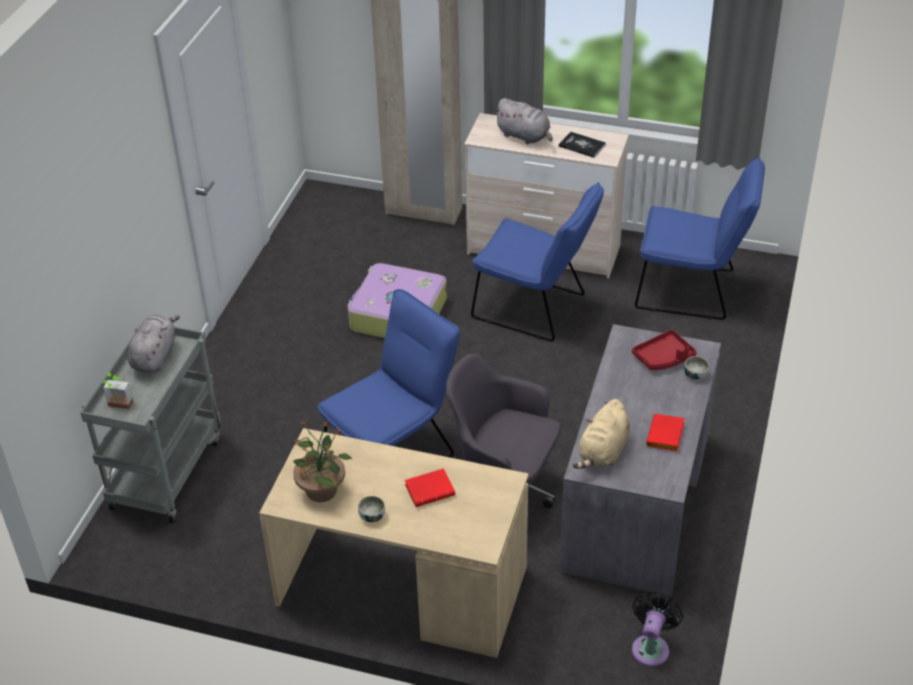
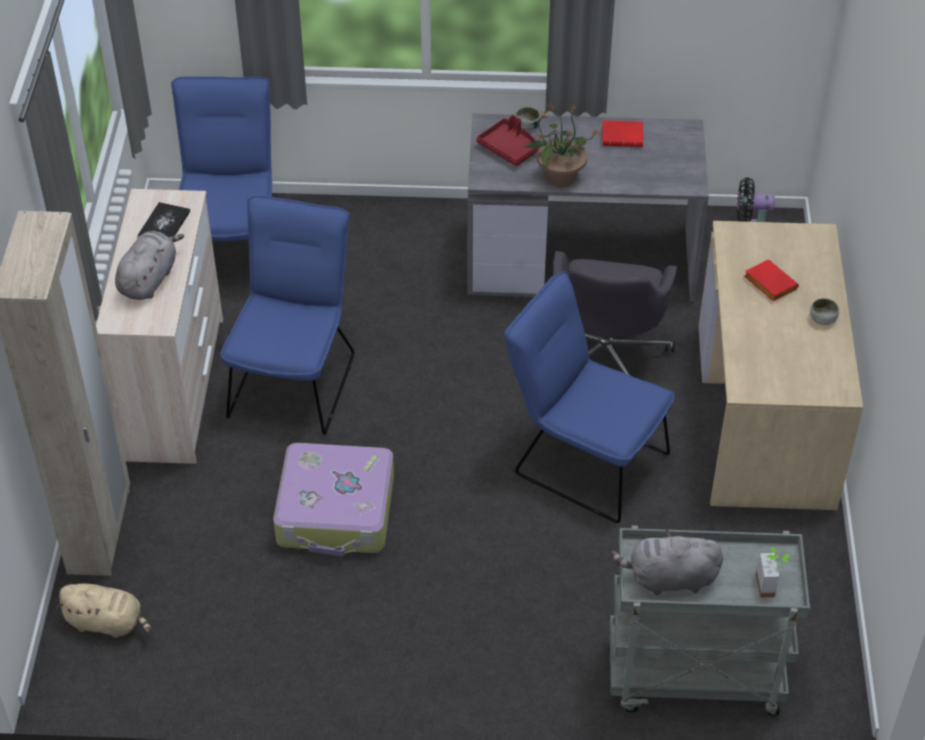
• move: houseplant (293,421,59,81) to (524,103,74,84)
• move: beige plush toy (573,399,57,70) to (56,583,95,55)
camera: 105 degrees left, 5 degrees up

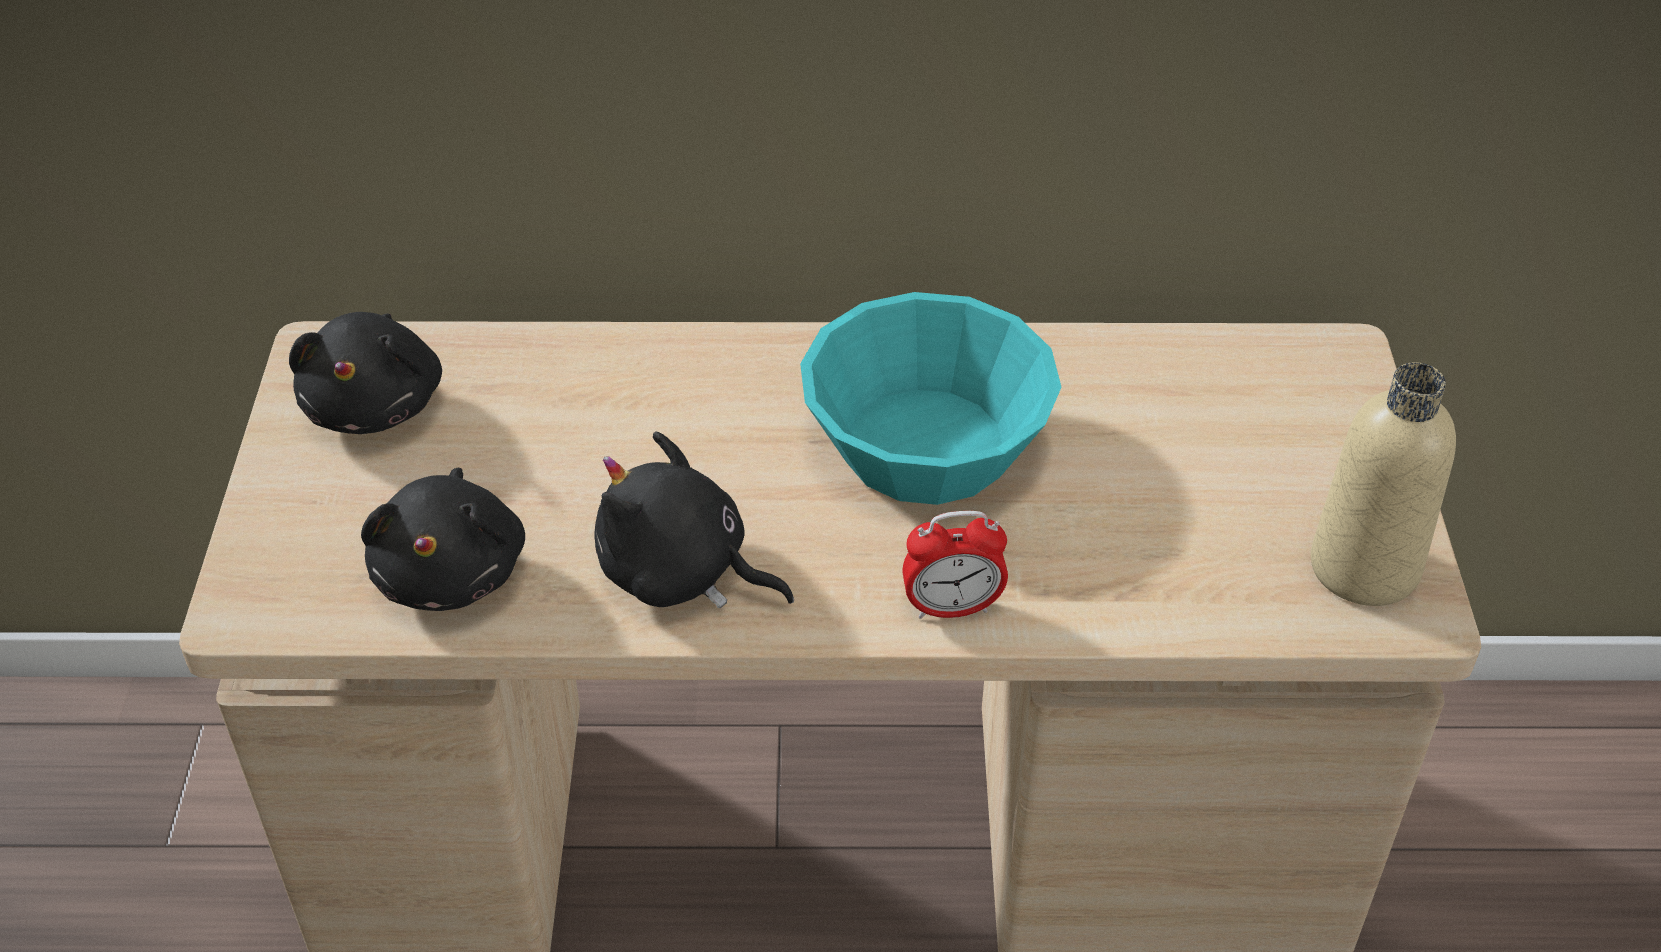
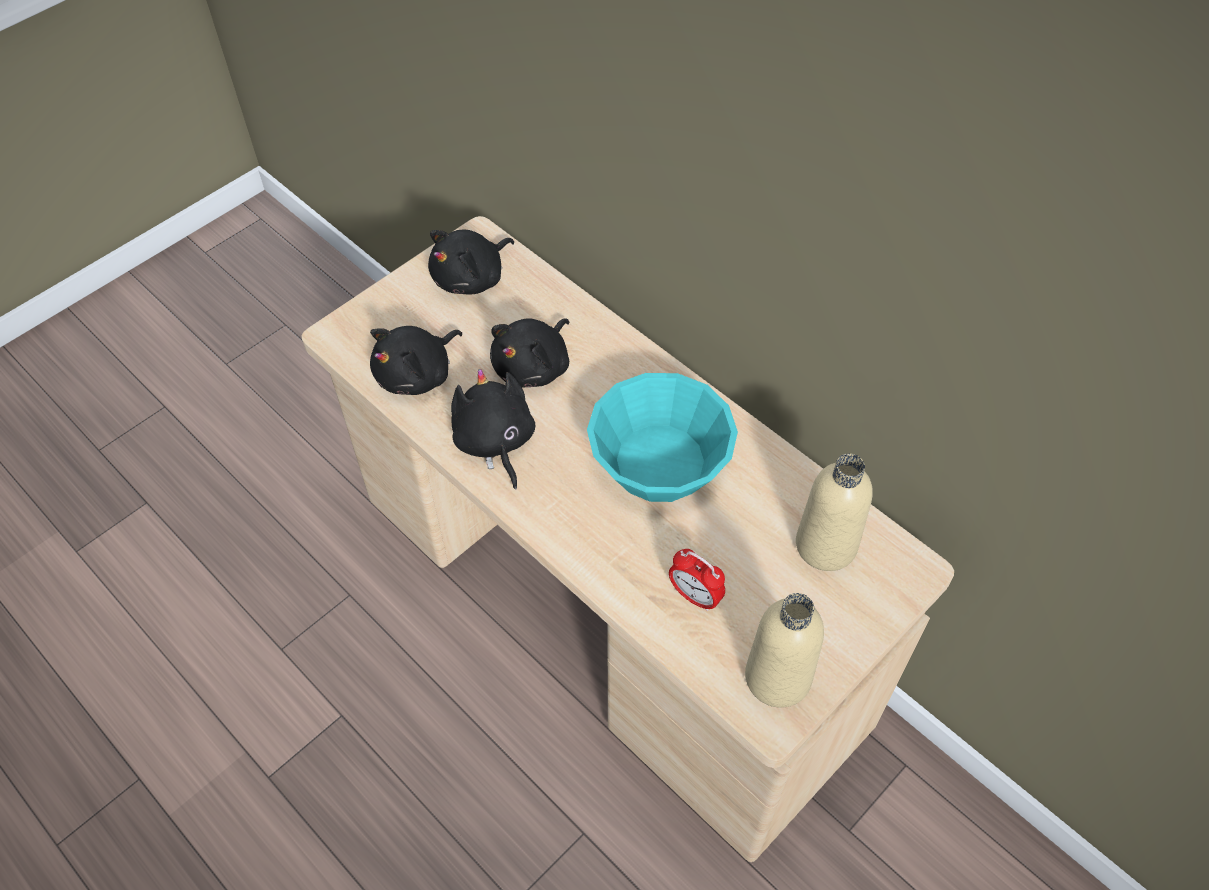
• move: bedside clock (902,511,106,108) to (669,549,56,62)
• insert: blackish plush toy (490,318,79,70)
• insert: beige beverage bottle (796,453,77,118)
camera: 45 degrees right, 10 degrees up

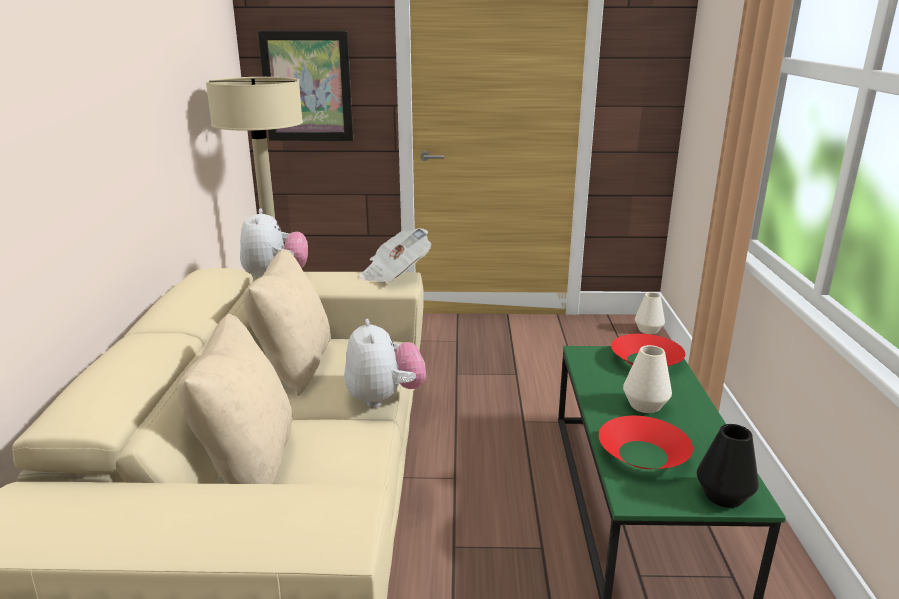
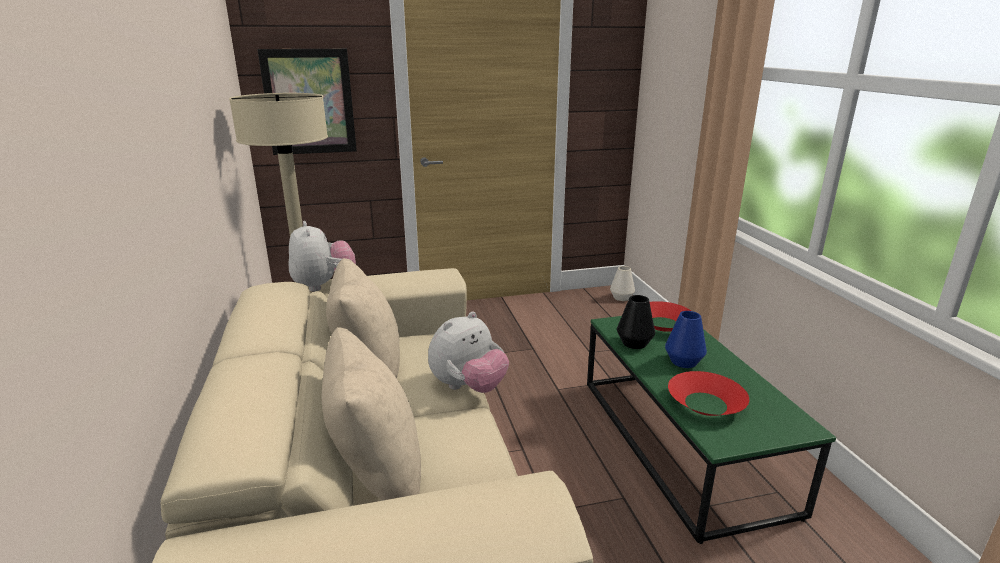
• rotate: plush toy (344,319,82,89) = (428,312,81,81) 75 degrees clockwise
• delete: daily paper (359,228,72,55)
• recolor: white-coloured decorative vase (623,345,49,68) to bluish decorative vase (665,311,42,57)
• move: blackish decorative vase (697,424,62,84) to (617,295,38,54)
camera: 15 degrees left, 0 degrees up

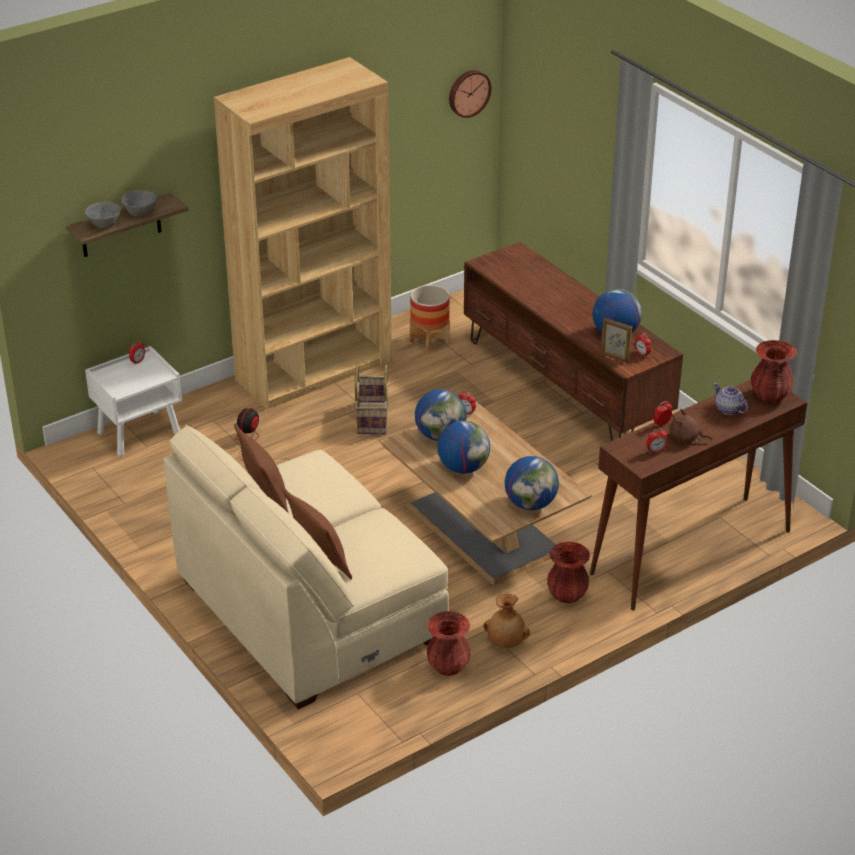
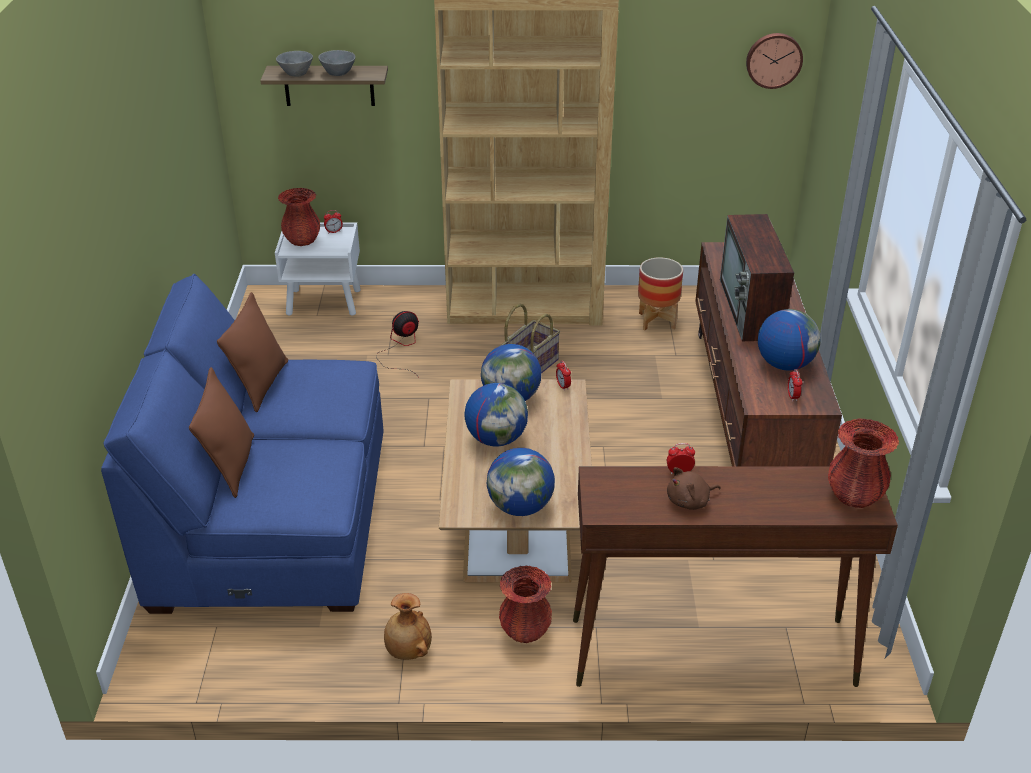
• recolor: beige settee (163,425,286,284) to bluish settee (101,274,283,340)
• move: reddish decorative vase (427,611,43,65) to (278,188,42,58)
• delete: standing frame (601,318,31,45)
• delete: bedside clock (646,428,21,26)
• rotate: brownish plush toy (670,409,42,34) = (667,467,54,43) 75 degrees counterclockwise
• delete: teapot (713,383,35,32)
• insert: television (720,214,74,127)
camera: 35 degrees right, 0 degrees up

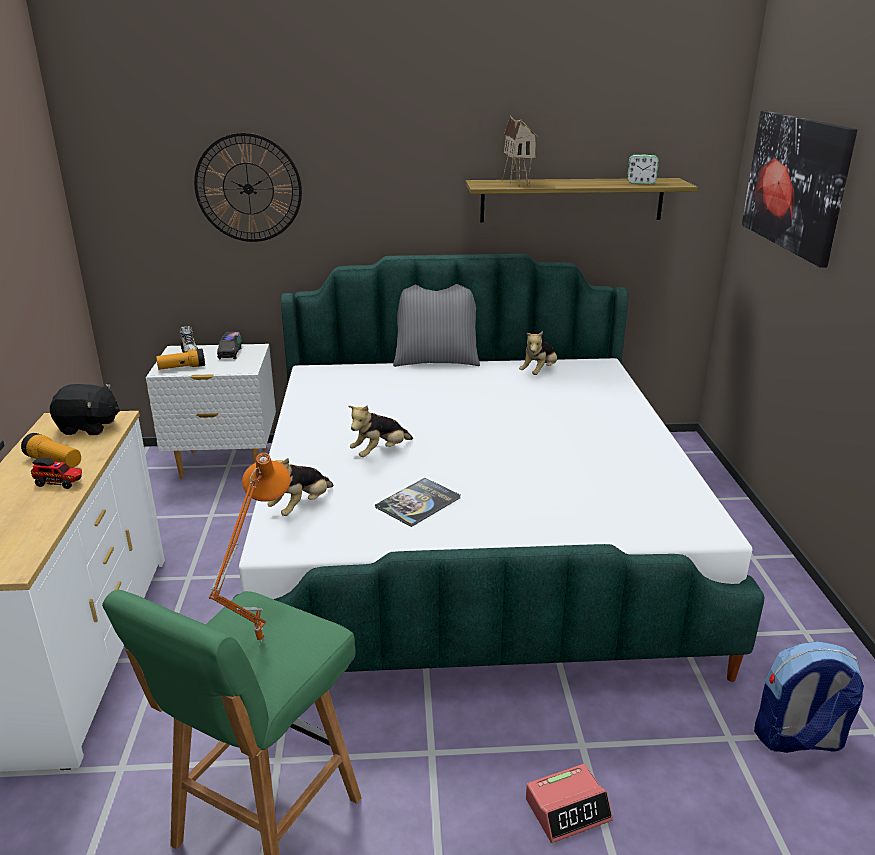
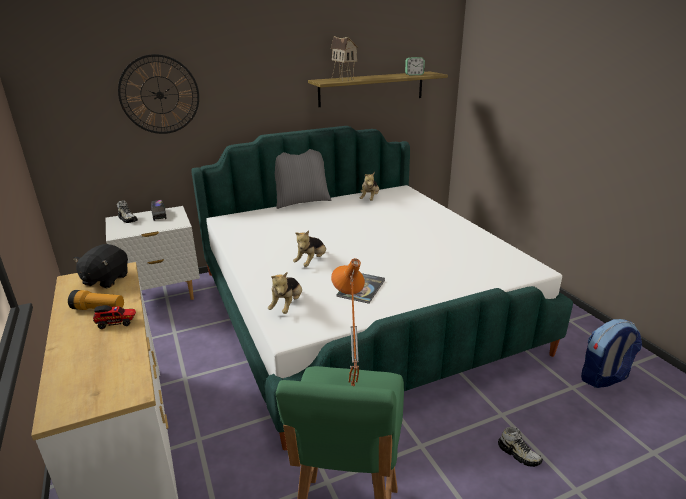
• rotate: blackish plush toy (50,383,70,52) = (73,244,55,44) 120 degrees clockwise
• delete: torch (156,349,49,21)
• replace: bedside clock (526,764,87,79) to low shoe (498,427,45,40)
• delete: picture (742,111,116,157)
camera: 20 degrees left, 0 degrees up

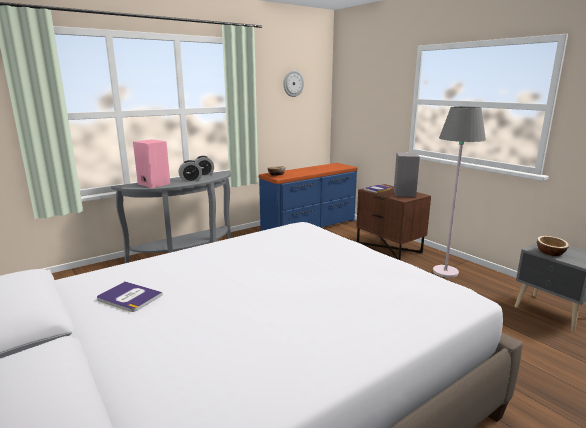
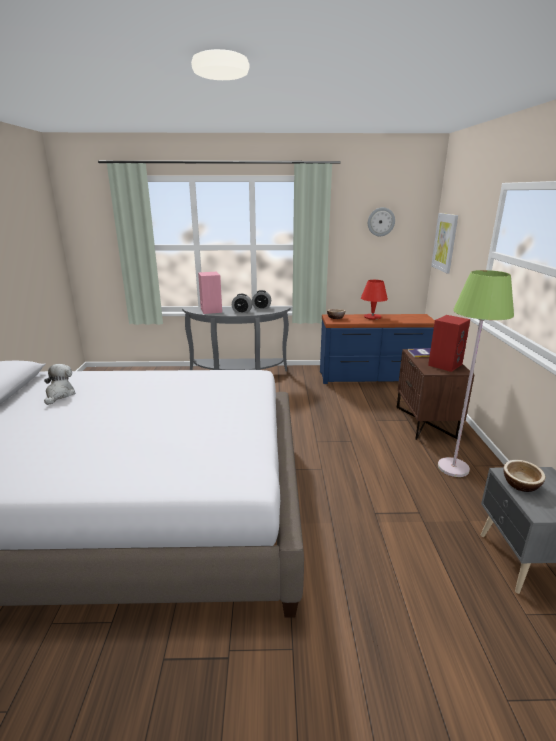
• replace: book (97,281,66,31) to plush toy (44,364,31,41)
• recolor: grey audio speaker (394,152,26,45) to reddish audio speaker (428,315,42,57)
• recolor: grey floor lamp (433,106,53,172) to greenish floor lamp (438,270,76,207)
• insert: reddish tabletop lamp (361,280,27,40)
• insert: picture (431,213,27,60)
camera: 35 degrees right, 5 degrees up

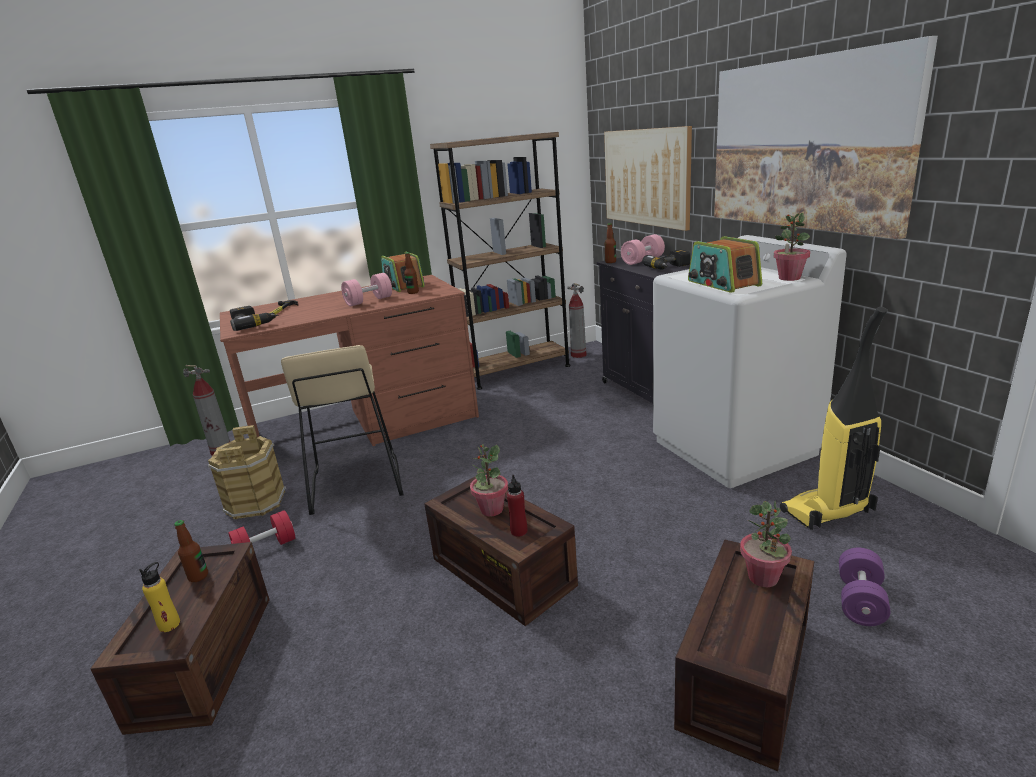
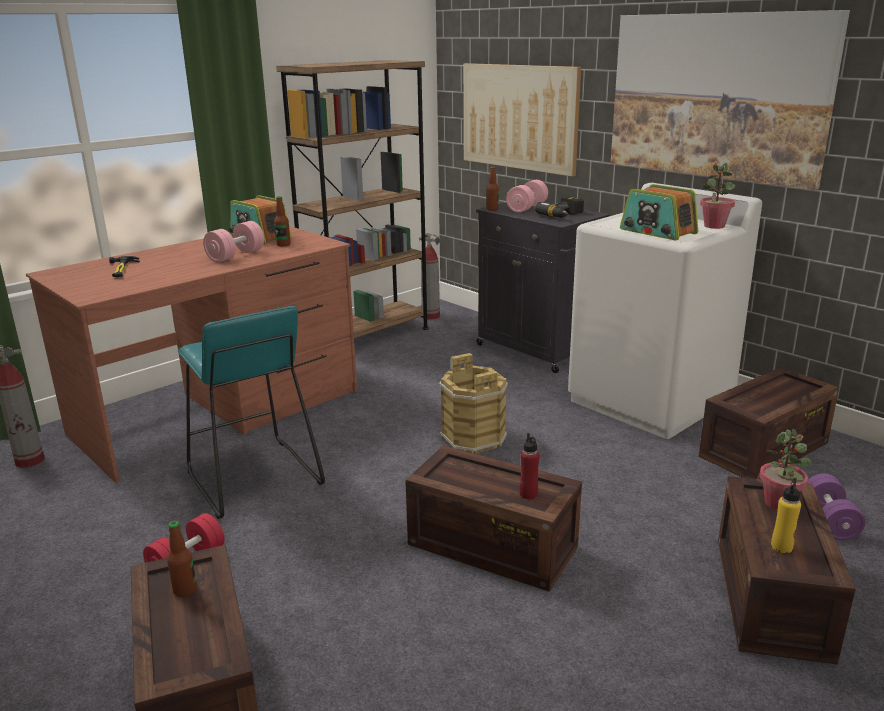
• move: yellow-coloured beverage bottle (139,562,41,70) to (771,478,30,75)
• move: brownish water bucket (208,425,78,94) to (439,353,69,101)
• delete: power drill (230,306,48,25)
• recolor: beige stool (281,345,123,170) to turquoise stool (178,306,147,213)
• delete: houseplant (470,444,38,73)
• replace: hoover (780,307,108,223) to shipping crate (699,367,140,112)
camera: 20 degrees left, 0 degrees up

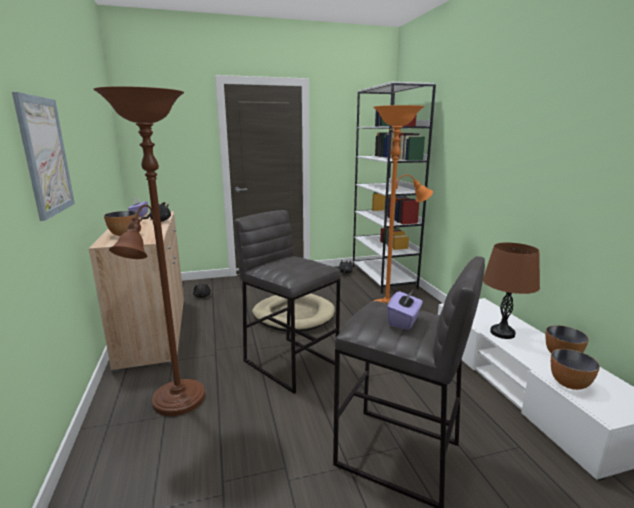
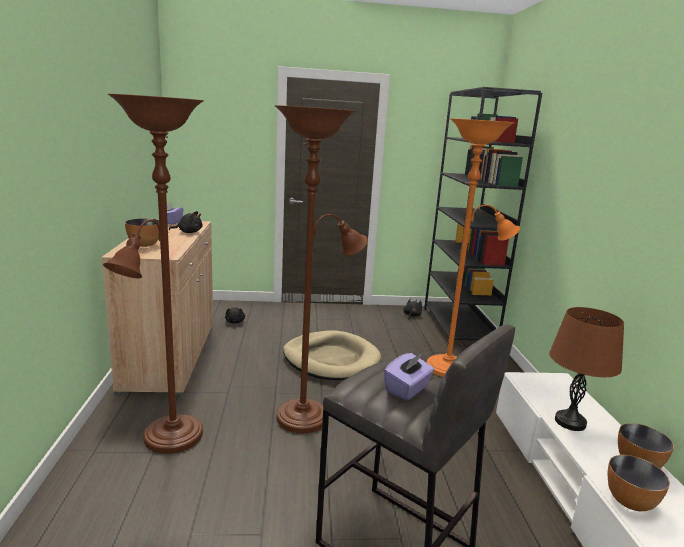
• delete: picture (12,92,63,129)
• replace: grey stool (234,210,107,184) to brownish floor lamp (275,105,93,328)
• recolor: white-coloured bookshelf (353,82,83,211) to blackish bookshelf (424,87,118,255)
camera: 10 degrees right, 0 degrees up

